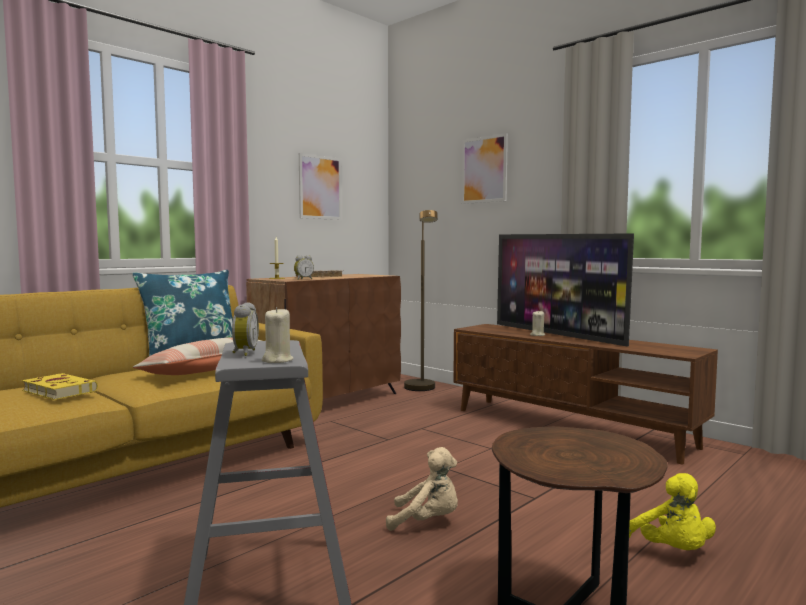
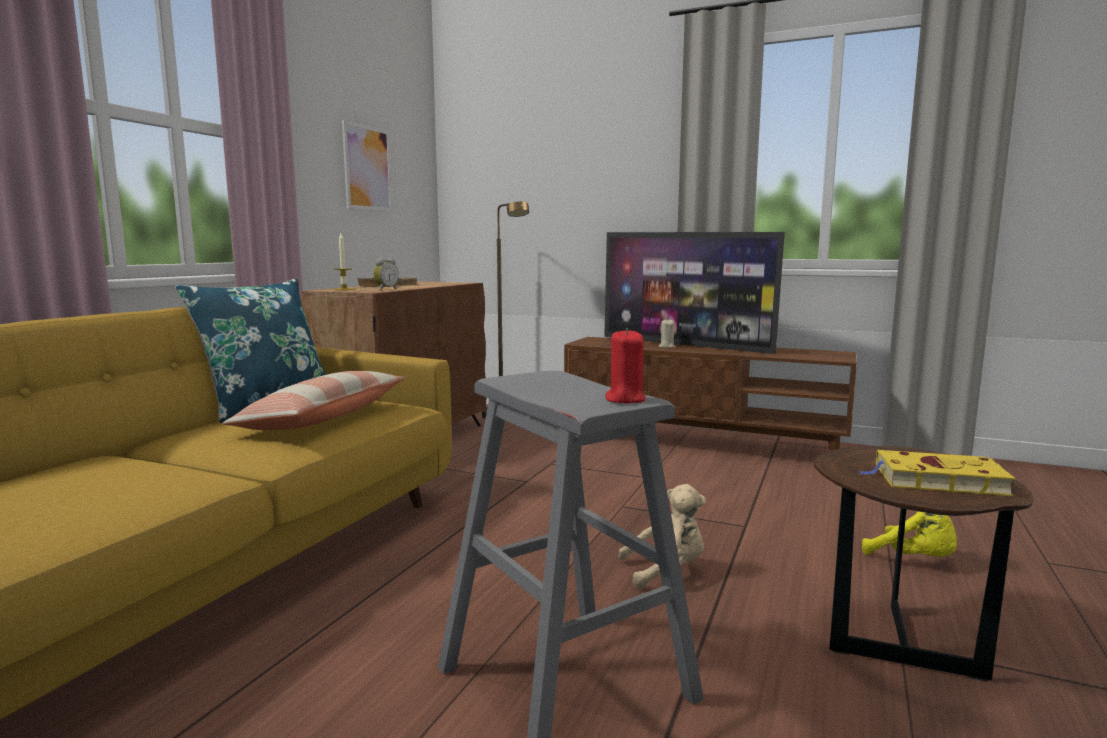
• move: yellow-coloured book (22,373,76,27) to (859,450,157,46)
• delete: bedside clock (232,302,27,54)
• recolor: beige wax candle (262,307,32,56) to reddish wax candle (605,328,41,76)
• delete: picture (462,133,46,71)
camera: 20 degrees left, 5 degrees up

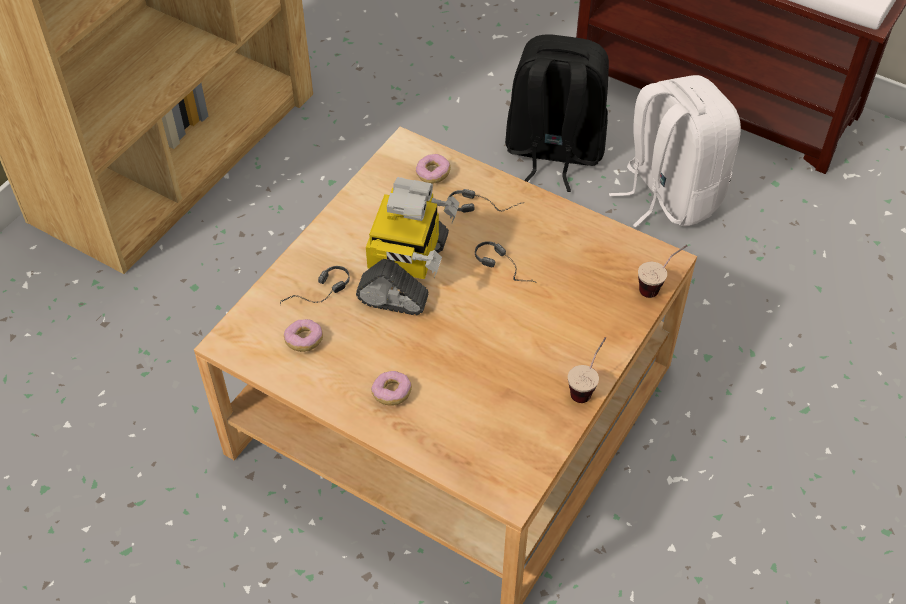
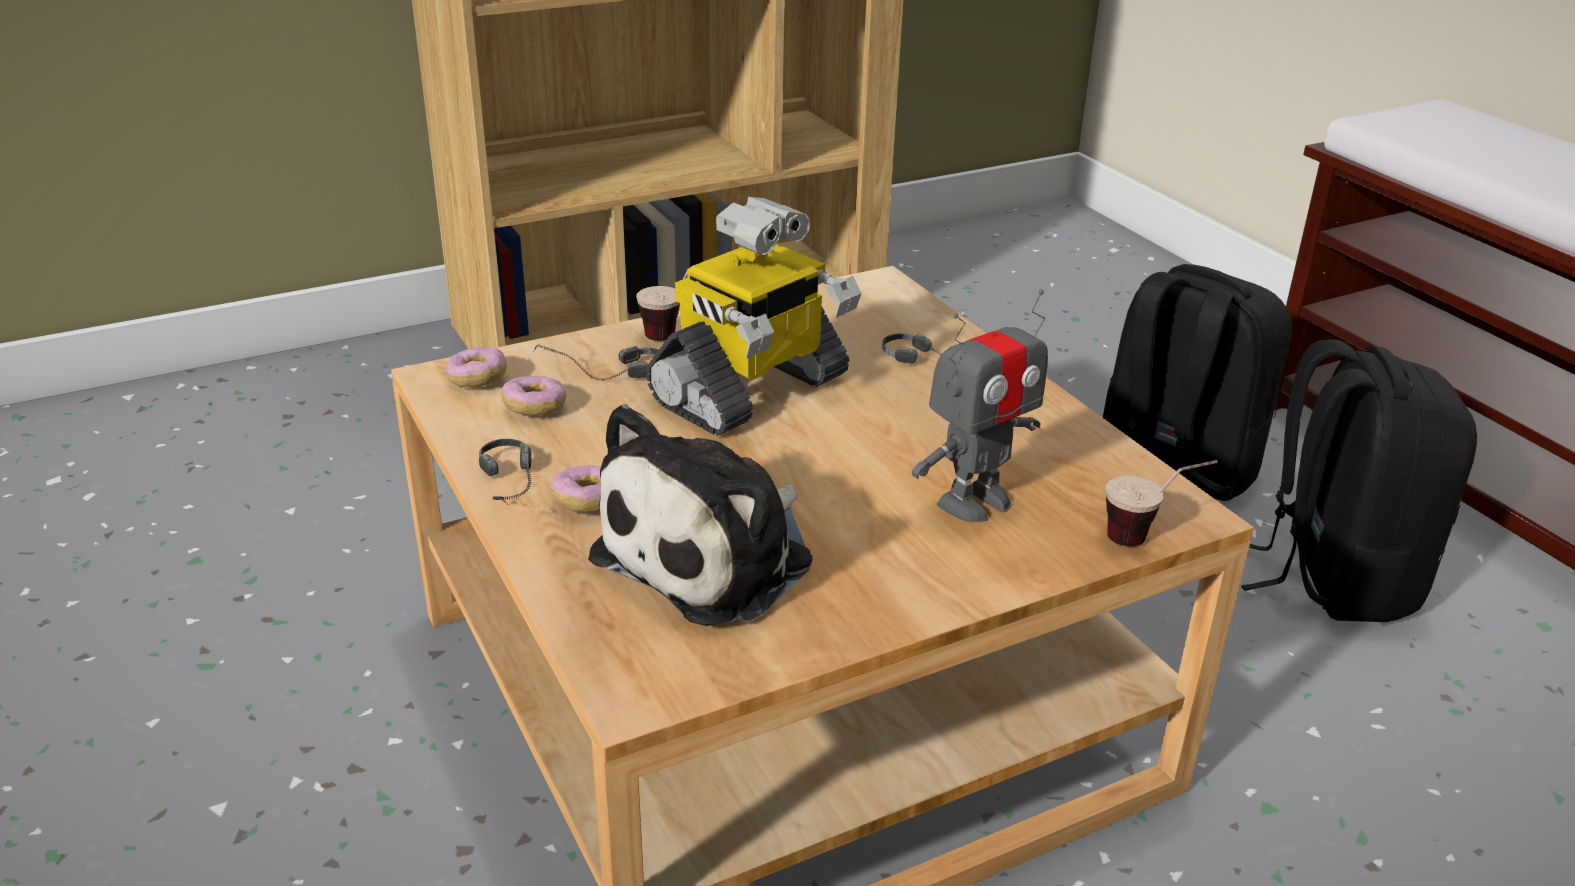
• move: ring doughnut (416,154,35,30) to (446,347,61,40)
• move: headphones (475,241,62,42) to (479,439,52,66)
• move: cup (568,337,38,66) to (636,257,77,84)
• recolor: white-coloured knapsack (609,75,132,153) to blackish knapsack (1241,340,236,282)
• insert: plush toy (588,404,224,222)
• insert: robot figure (912,289,136,233)
camera: 30 degrees right, 20 degrees down

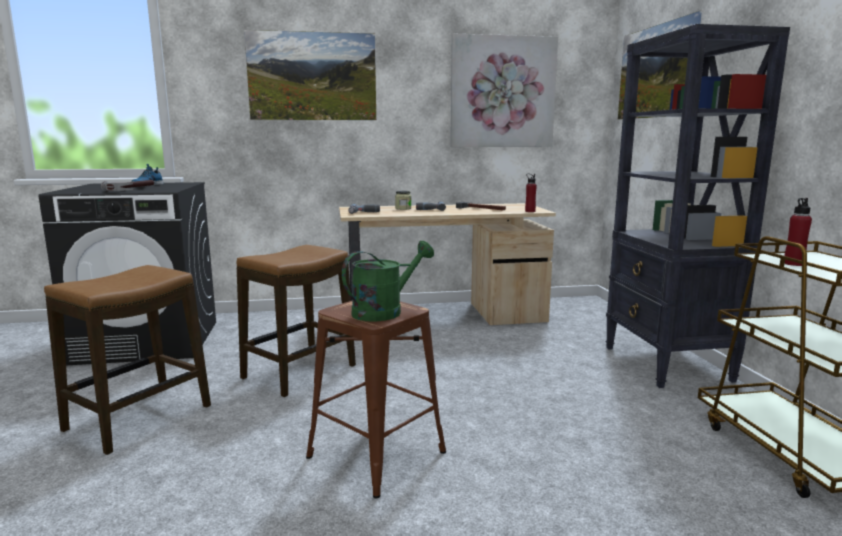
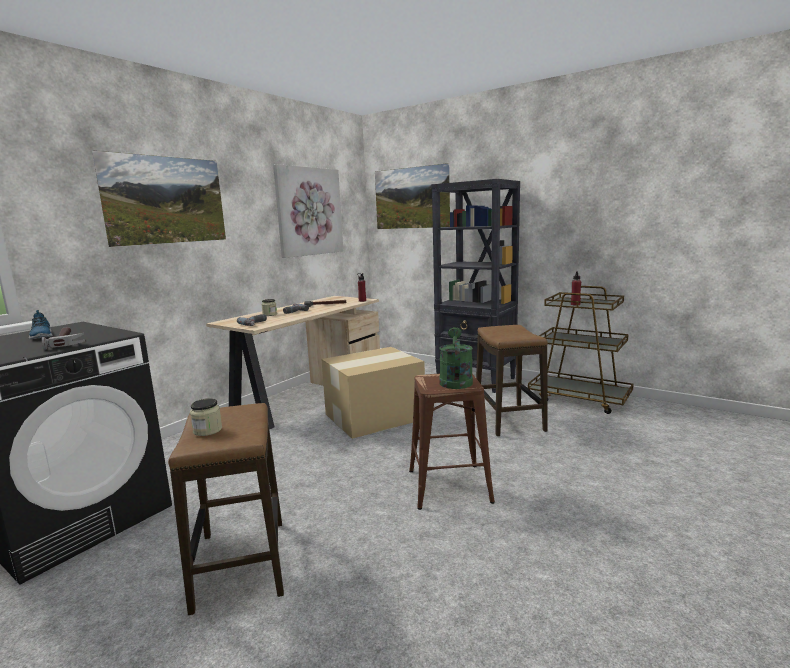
• move: stool (237,245,119,152) to (476,325,72,112)
• insert: preserve jar (190,398,32,38)
• insert: packing box (321,347,104,92)
camera: 45 degrees left, 0 degrees up

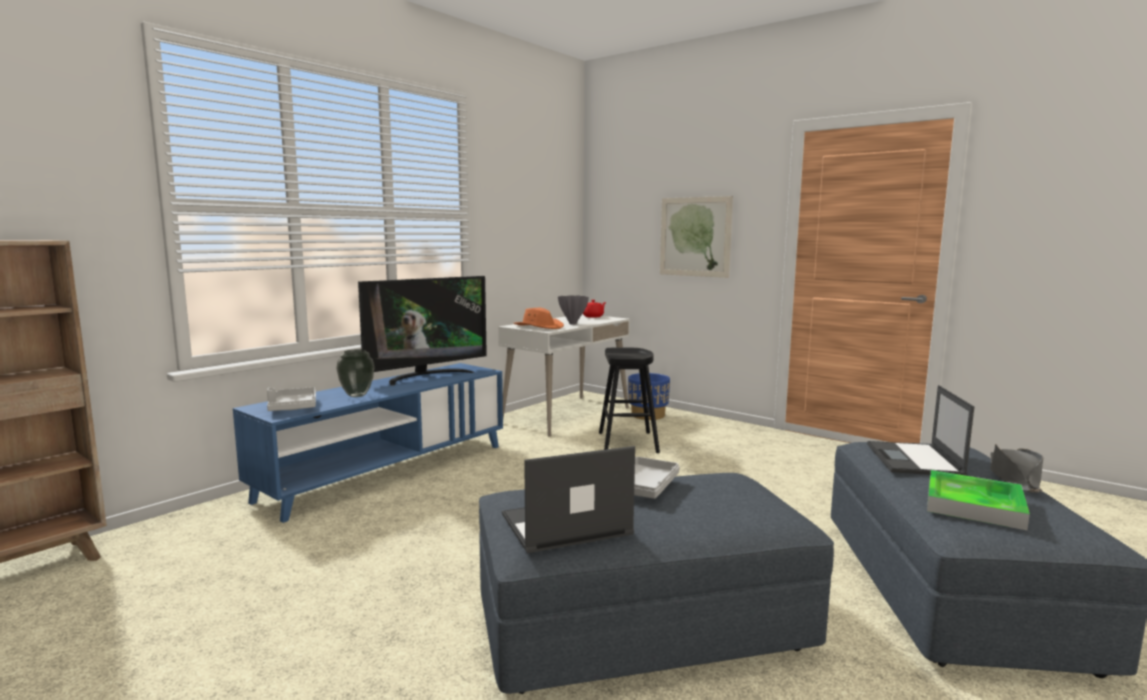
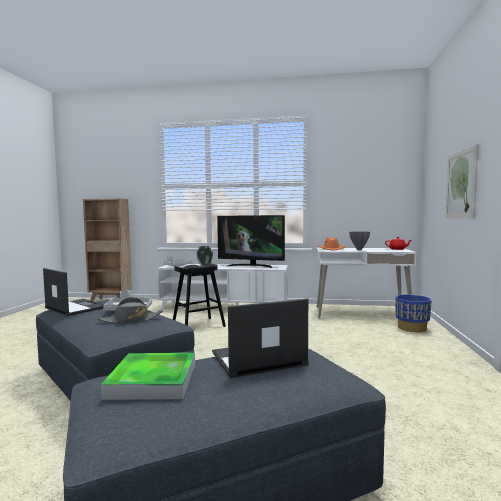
• recolor: bluish media console (233,363,270,160) to white-coloured media console (157,264,131,46)
• move: blackish stool (599,348,61,105) to (173,263,53,64)
• move: grey hat (990,444,53,49) to (98,297,65,26)
camera: 60 degrees right, 5 degrees down

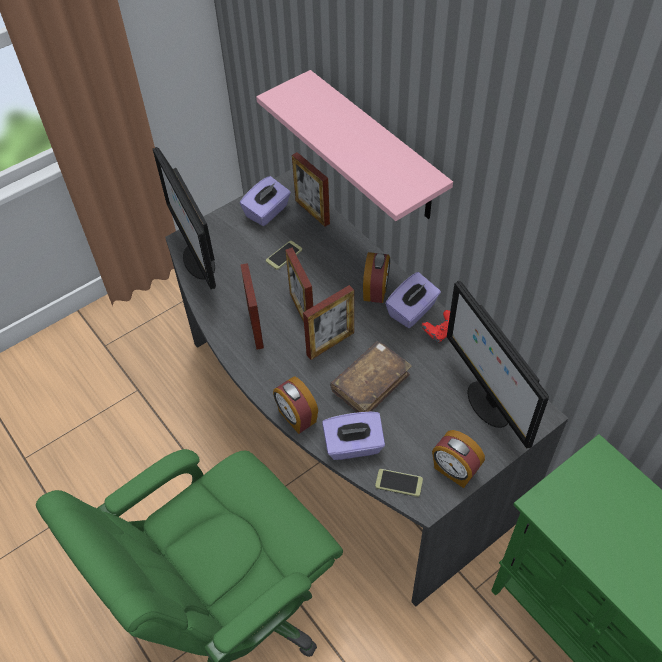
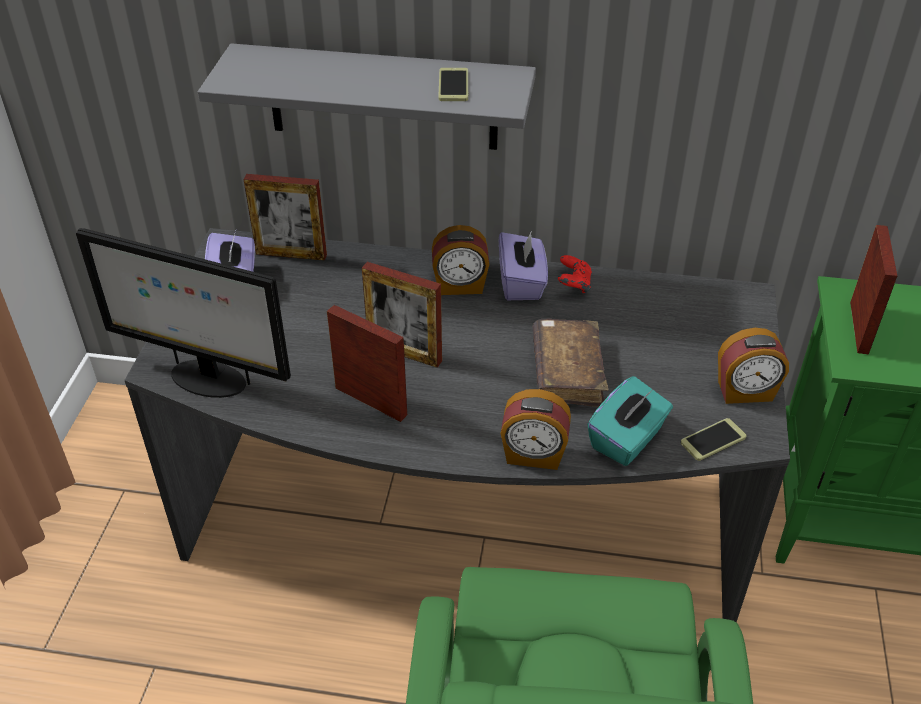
• recolor: pinkish bracket shelf (256,70,197,151) to grey bracket shelf (198,43,338,107)
• move: handset (266,241,36,29) to (438,68,31,33)
• move: standing frame (303,285,51,75) to (850,225,47,129)
• recolor: purple-coloured tissue box (322,412,63,48) to turquoise tissue box (587,376,86,90)
• rotate: bedside clock (363,252,27,51) = (432,225,57,70) 120 degrees clockwise
• delete: computer display (447,281,102,168)
camera: 45 degrees left, 10 degrees down

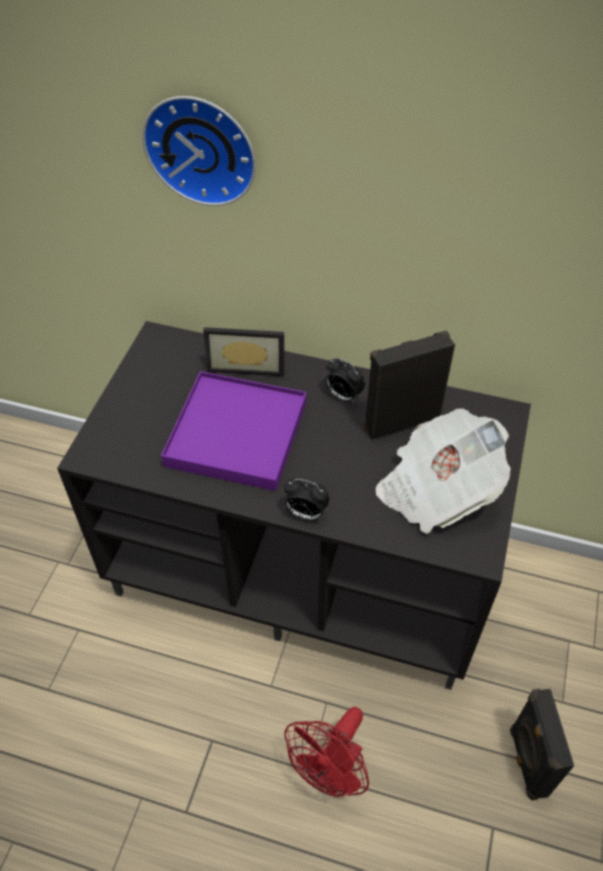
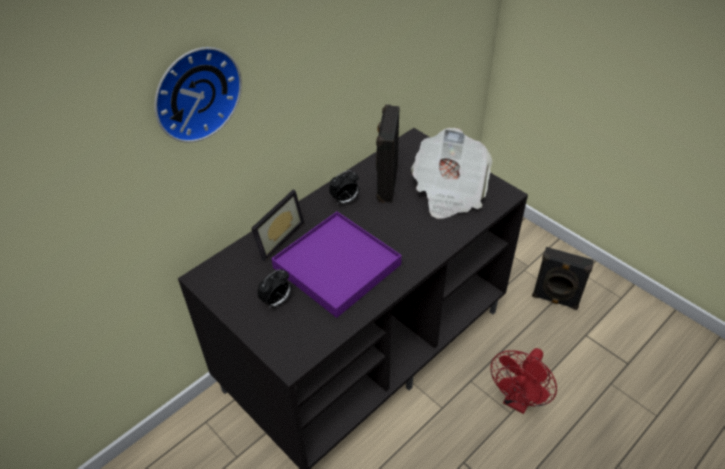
• move: bedside clock (284,478,46,43) to (257,270,35,39)
• rotate: reddish electric fan (285,707,84,90) = (490,348,67,66) 60 degrees clockwise
camera: 60 degrees left, 5 degrees down

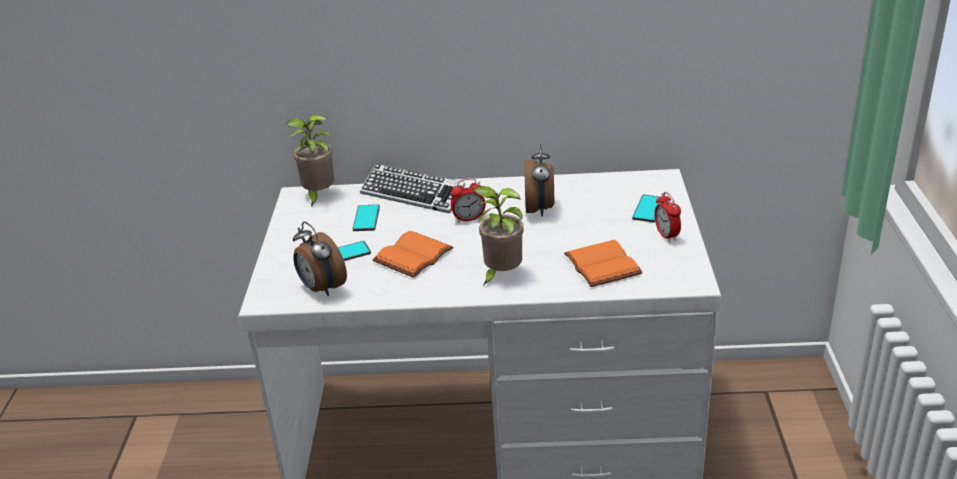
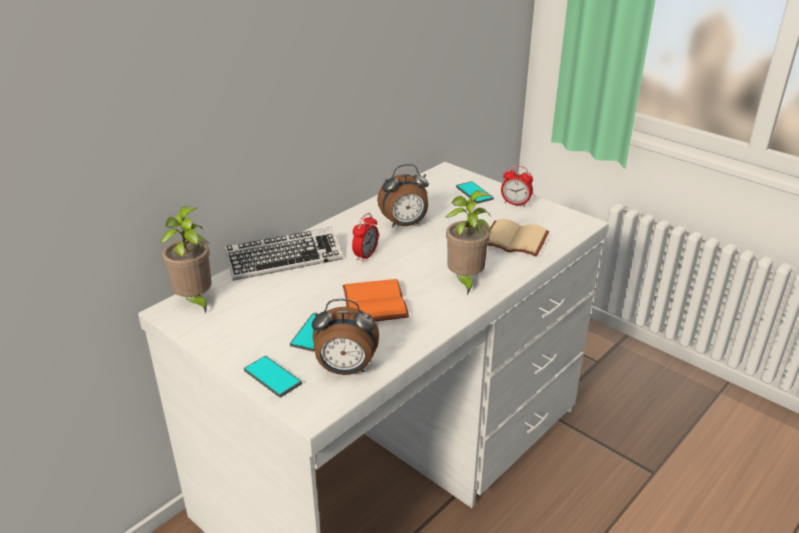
• move: handset (353,205,27,26) to (244,356,58,42)
• rotate: bedside clock (524,144,30,72) = (377,164,52,64) 120 degrees clockwise
• recolor: orange book (564,240,79,47) to beige book (487,219,62,38)
camera: 50 degrees left, 0 degrees up

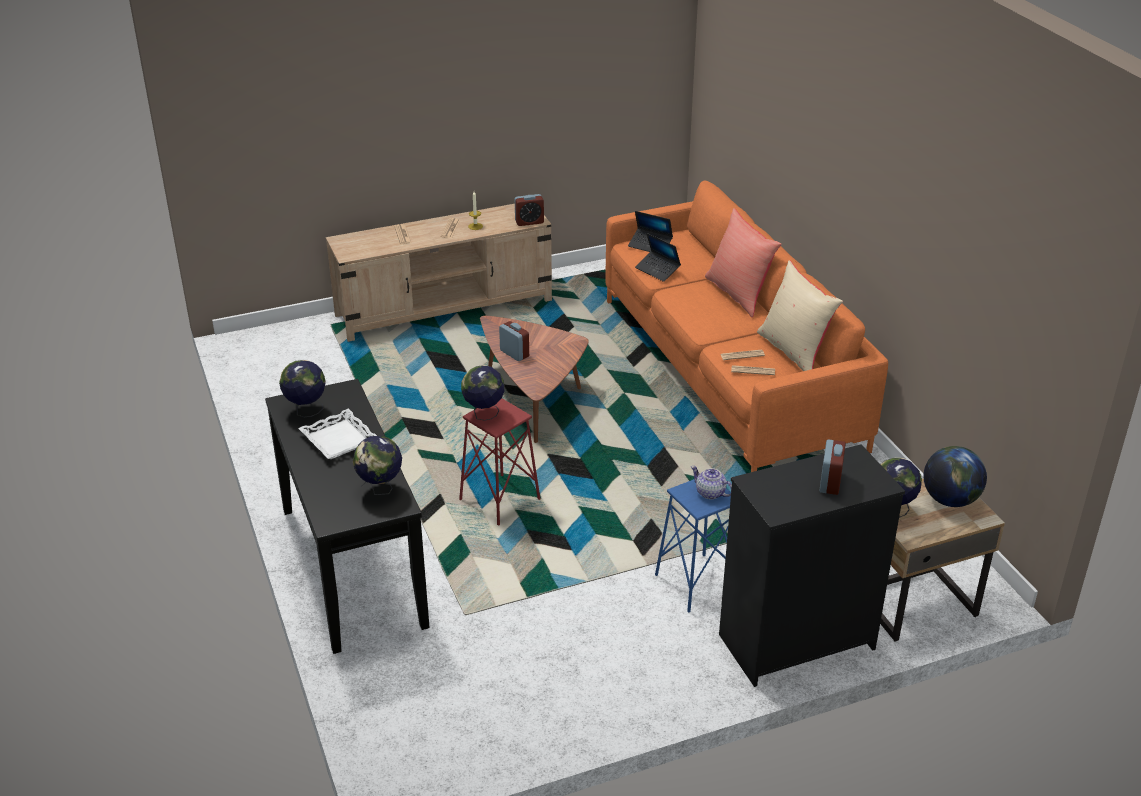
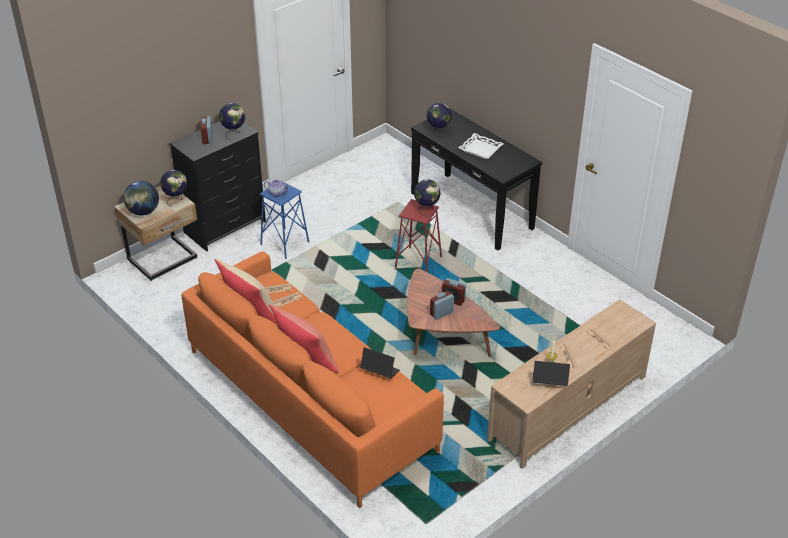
• move: globe (279,360,47,57) to (219,103,26,37)
• move: bedside clock (515,194,29,32) to (430,291,24,29)
• move: laptop (628,211,45,41) to (533,361,37,25)
camera: 160 degrees right, 5 degrees up

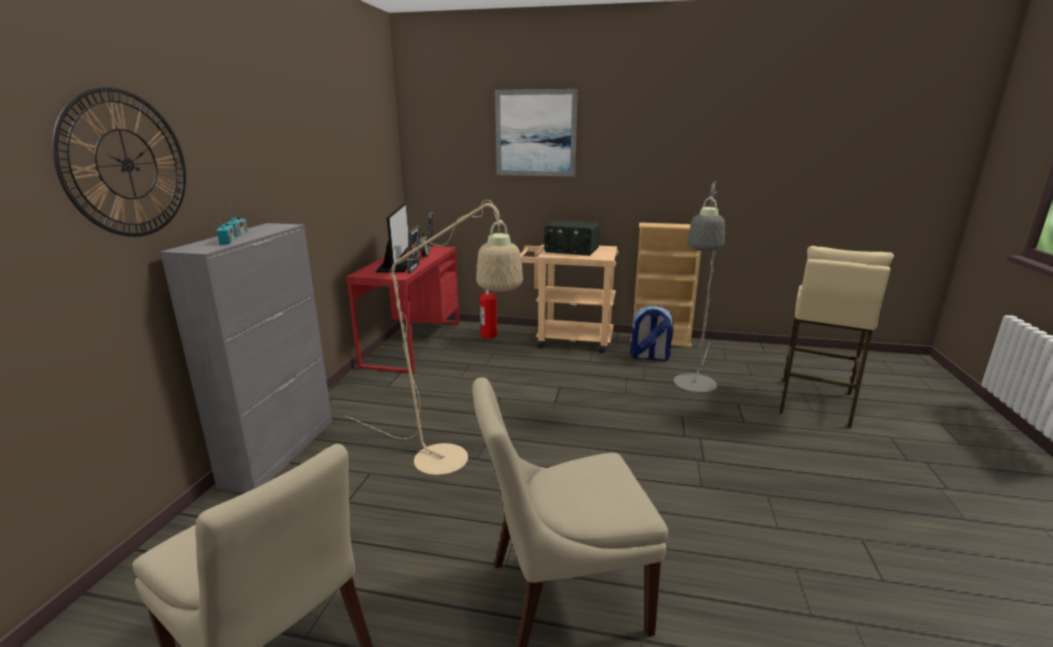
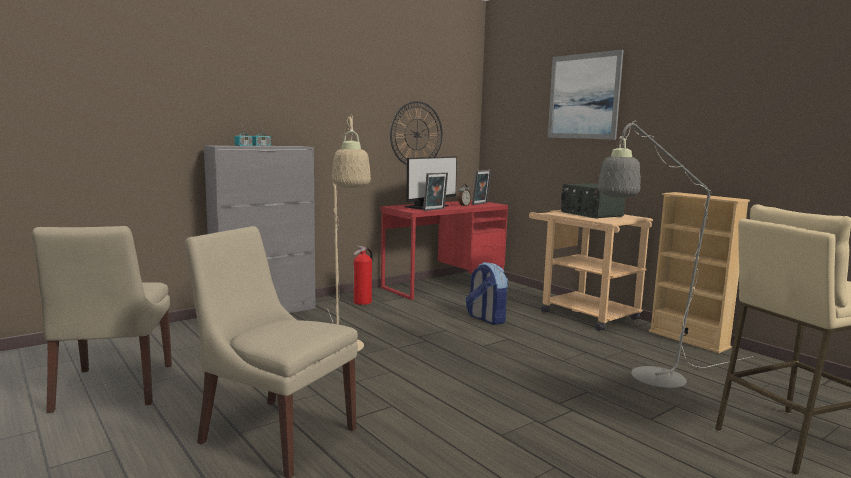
• move: hanging clock (52,87,134,150) to (390,101,52,64)
• move: fire extinguisher (480,288,17,51) to (353,245,20,60)
• move: knapsack (630,305,44,56) to (466,262,42,63)
camera: 40 degrees right, 10 degrees down

